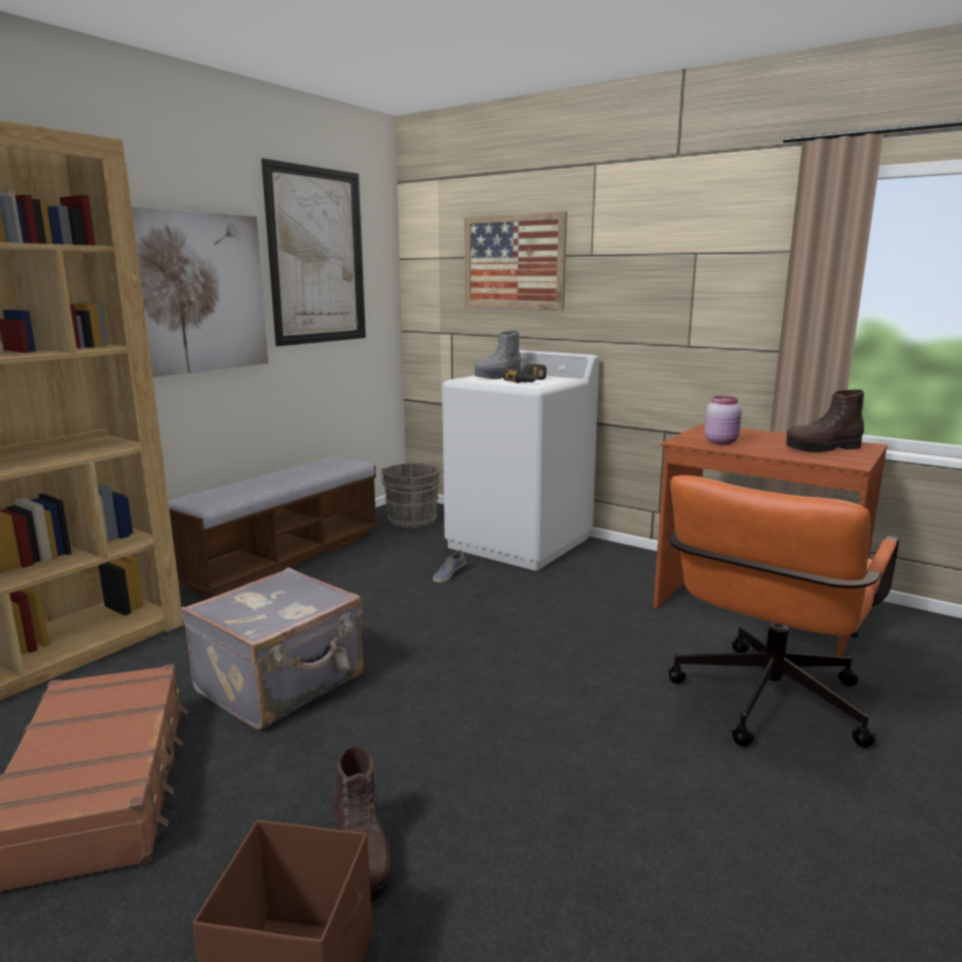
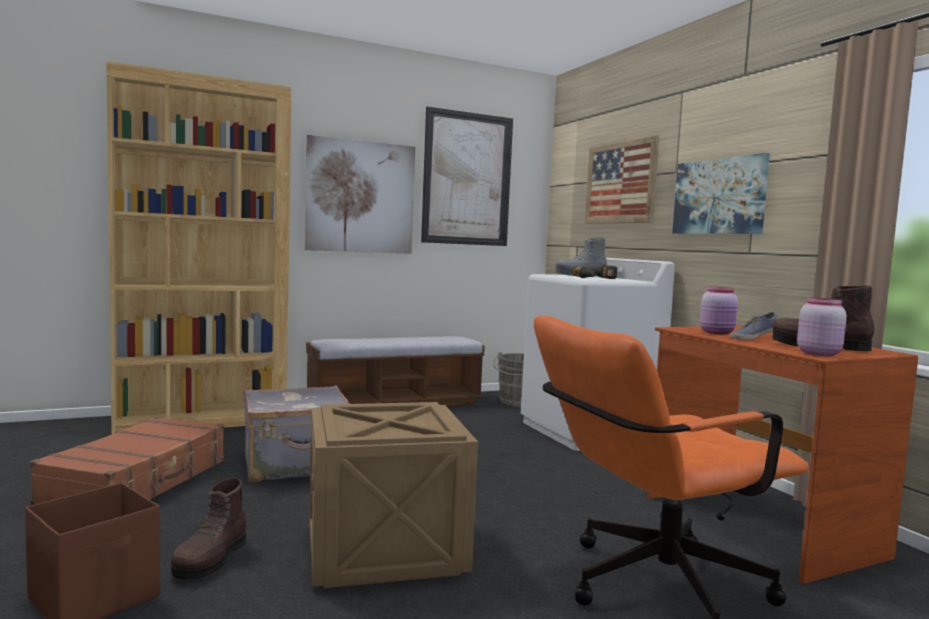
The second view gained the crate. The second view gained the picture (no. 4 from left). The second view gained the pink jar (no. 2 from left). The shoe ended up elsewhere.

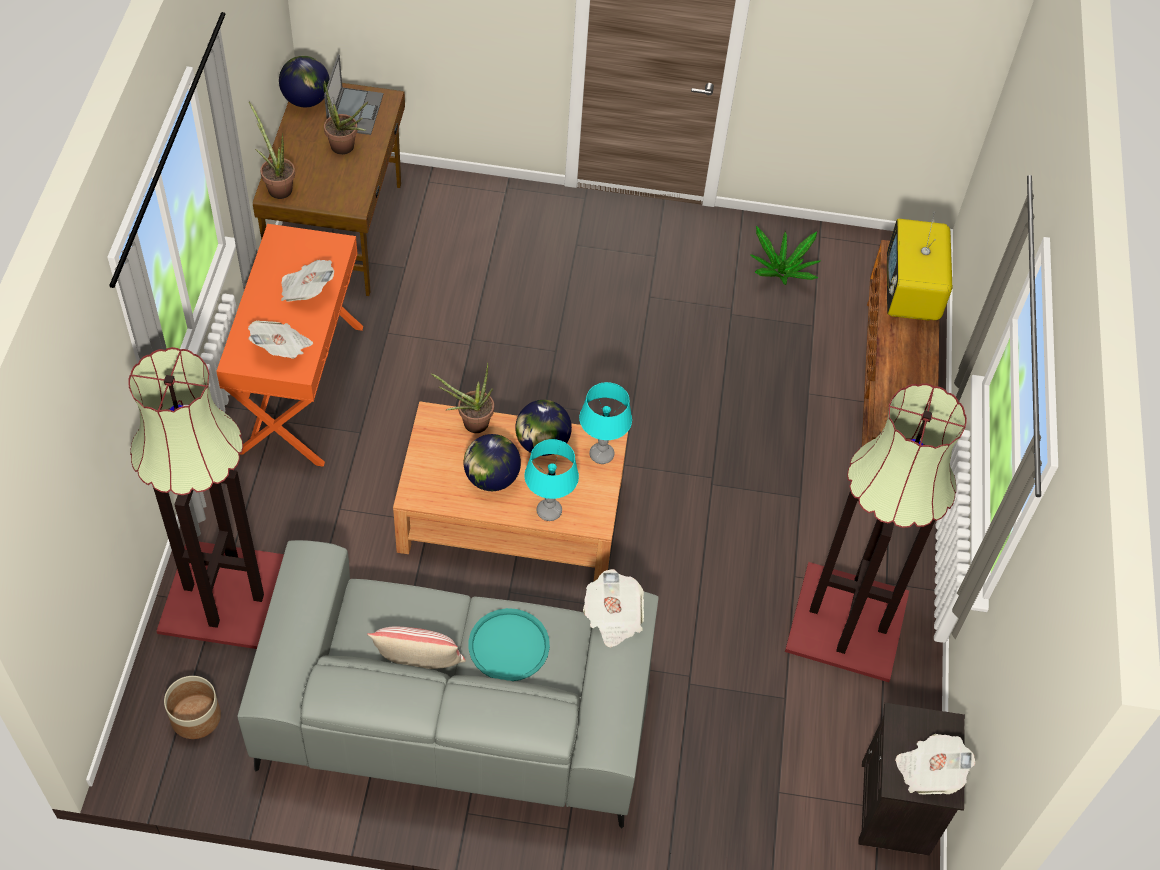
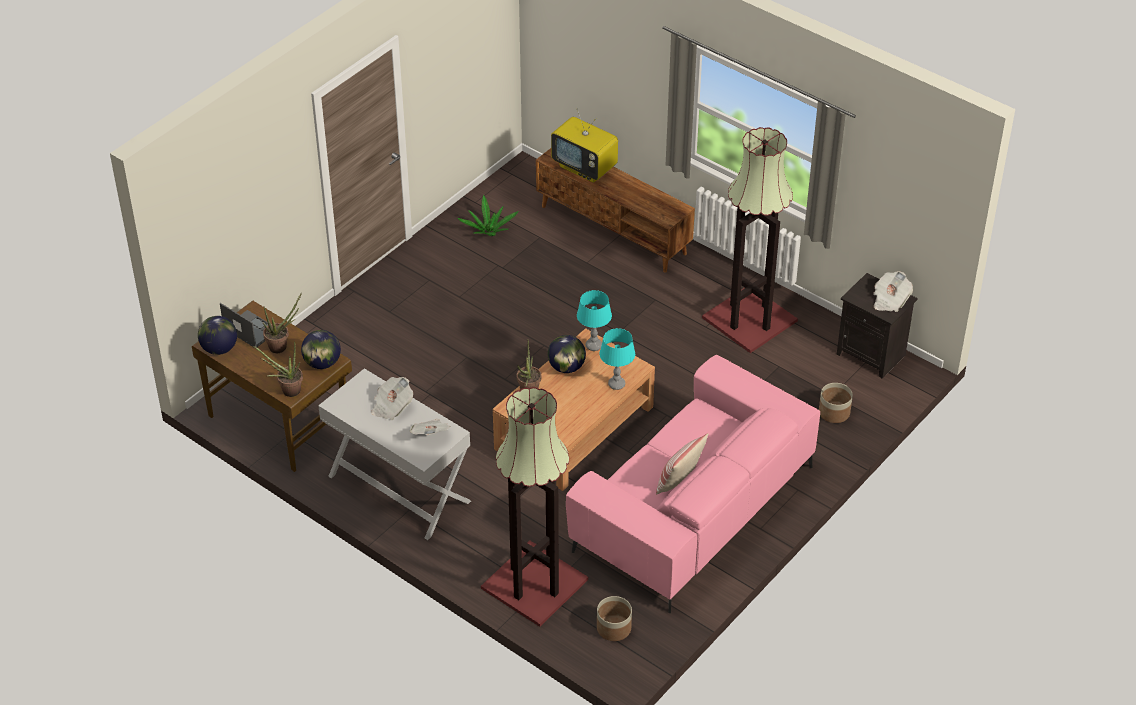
The second view lost the turquoise tray. The second view lost the newspaper (no. 3 from left). The second view gained the planter (no. 2 from left). The globe (no. 2 from left) ended up elsewhere. What was the orange console table turned into the white console table. What was the grey sofa turned into the pink sofa.

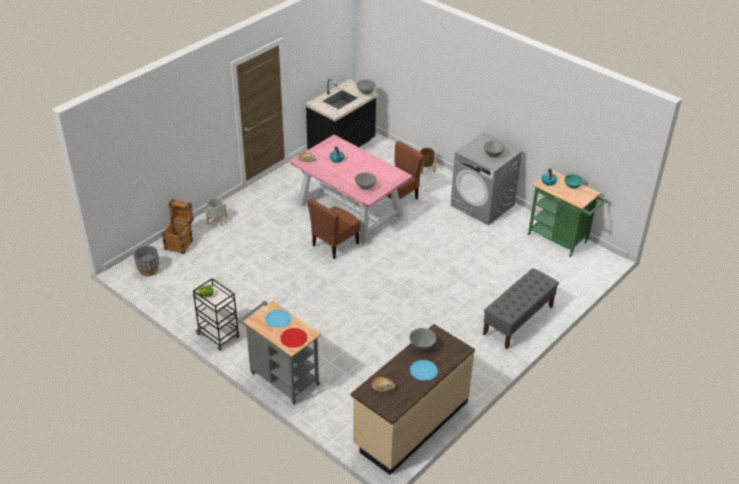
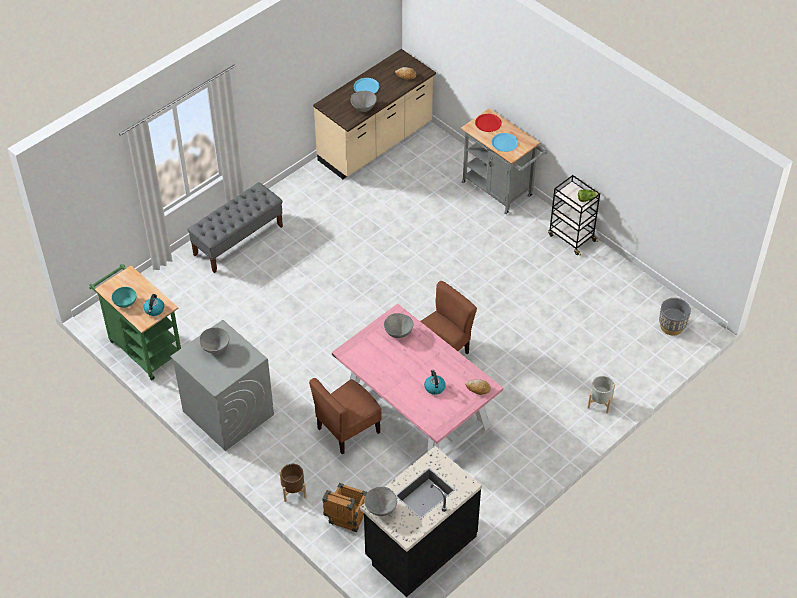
The crate ended up elsewhere.

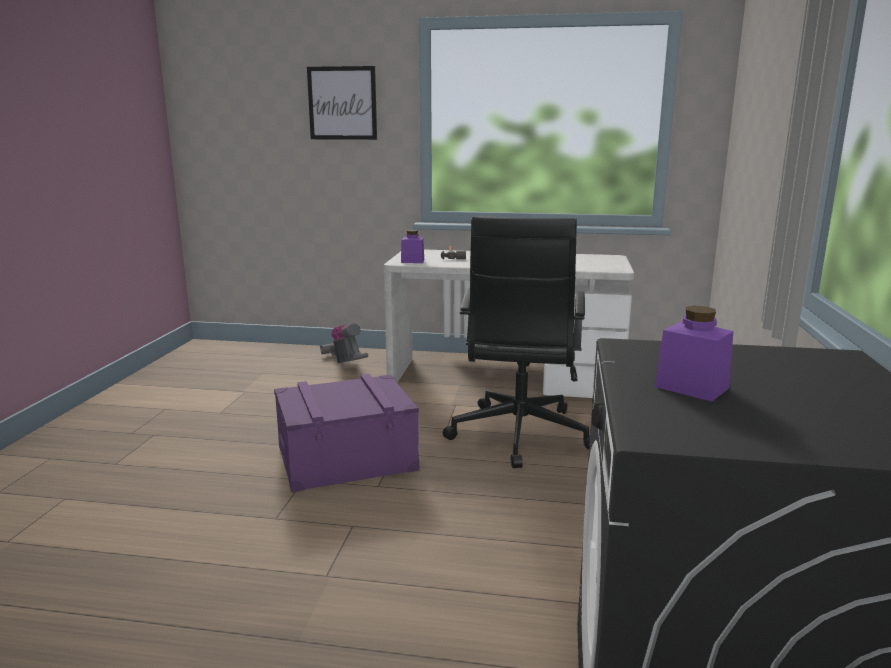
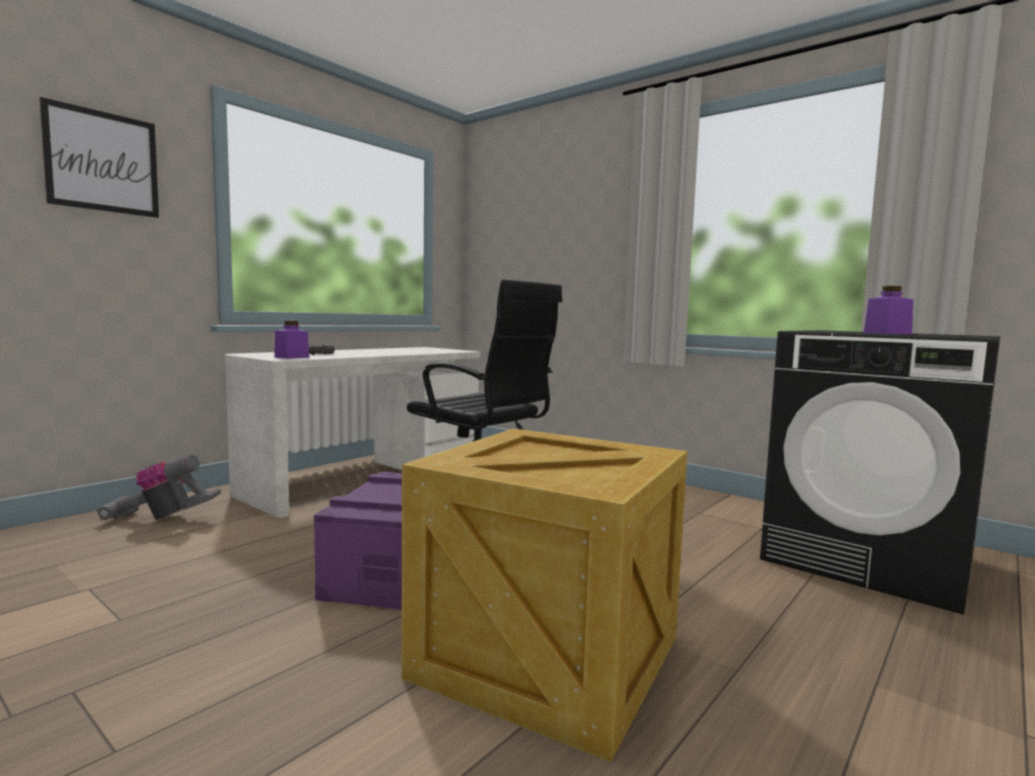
The second view gained the crate.

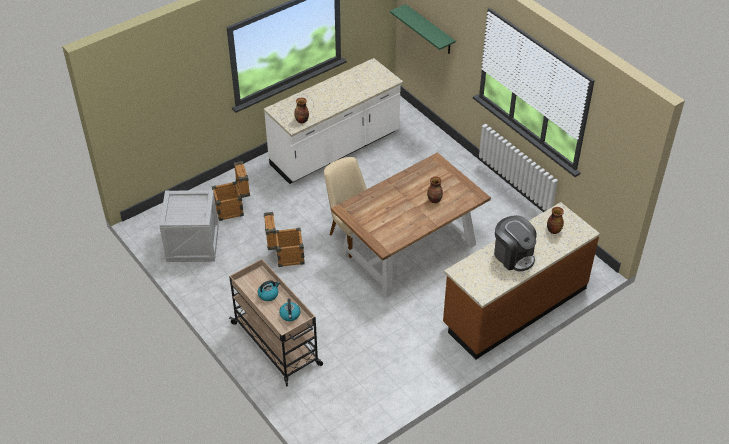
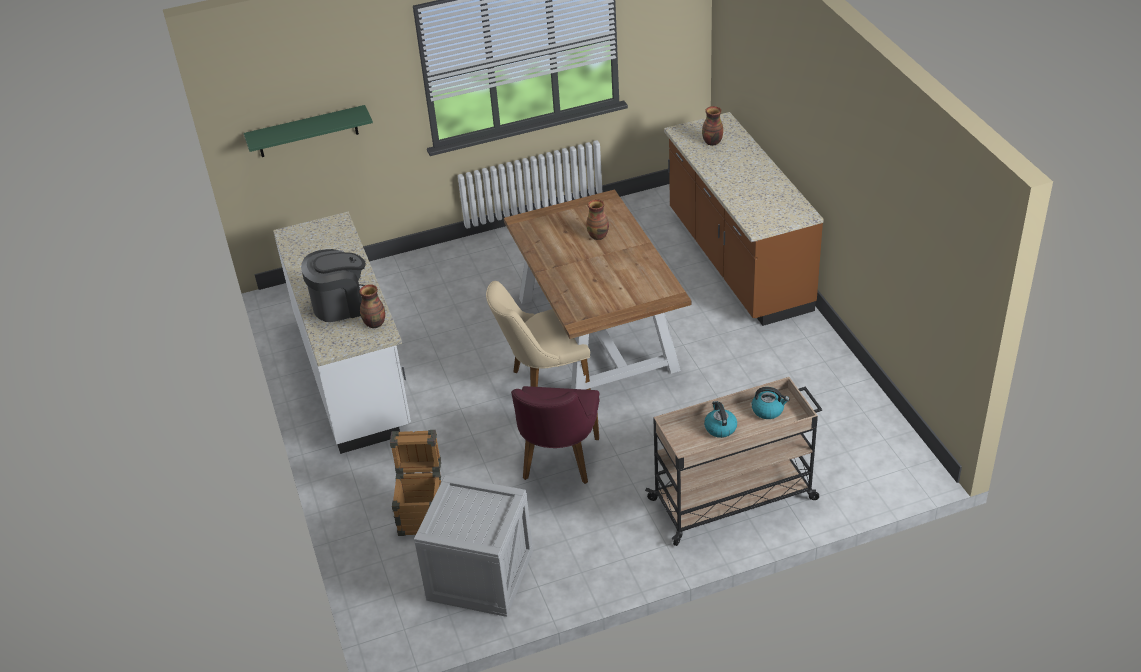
The coffee machine ended up elsewhere. Where the crate (no. 3 from left) stood, the purple chair came to stand.

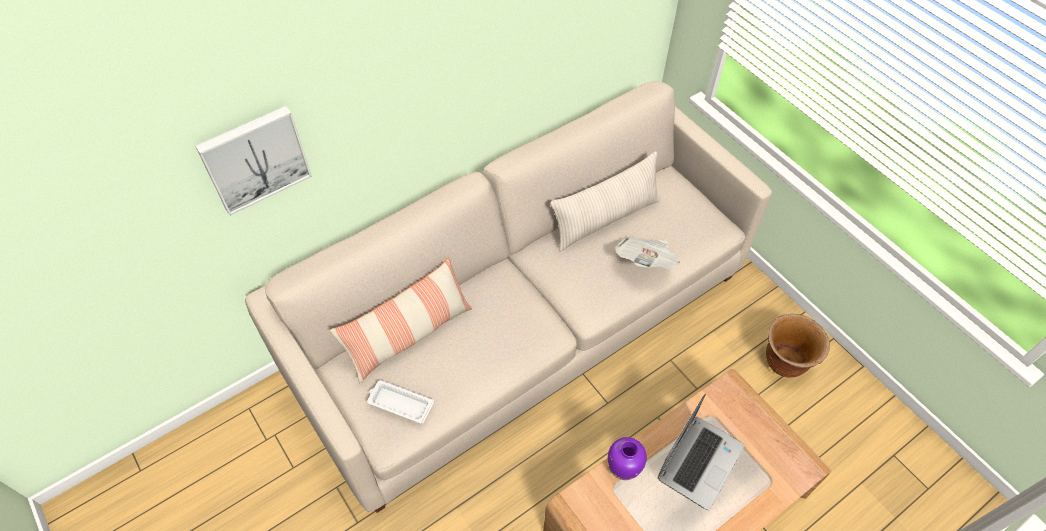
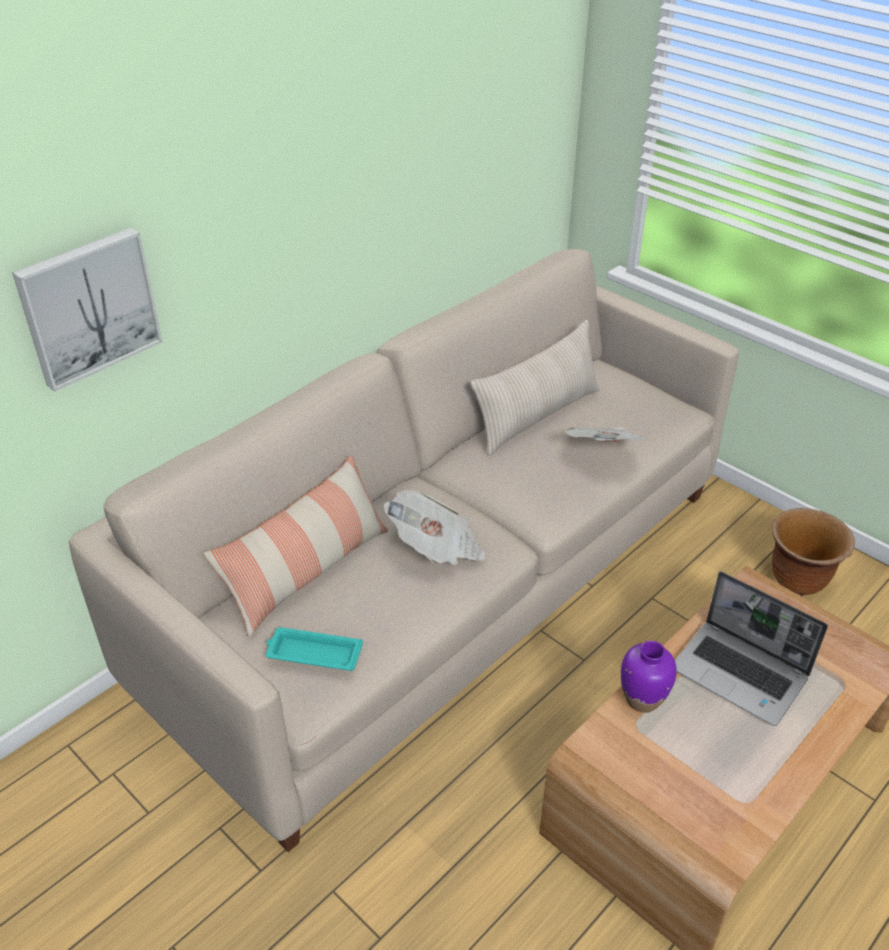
The second view gained the newspaper (no. 1 from left). What was the white tray turned into the turquoise tray. The laptop ended up facing another way, 105 degrees clockwise from before.

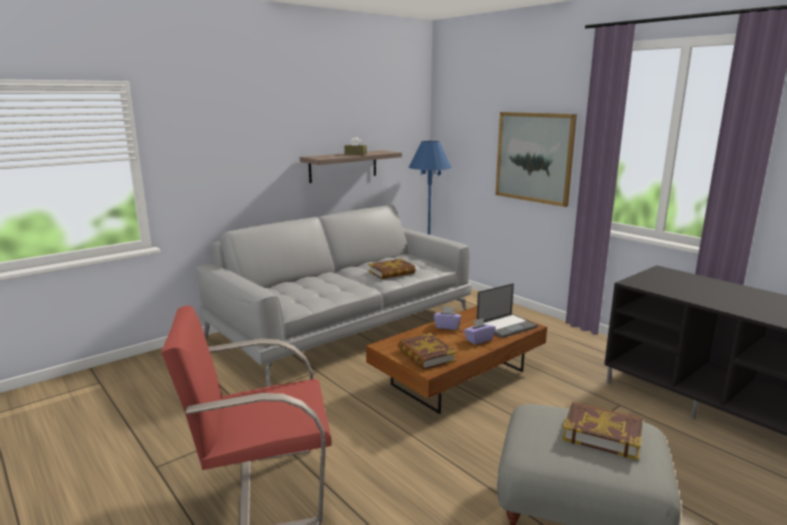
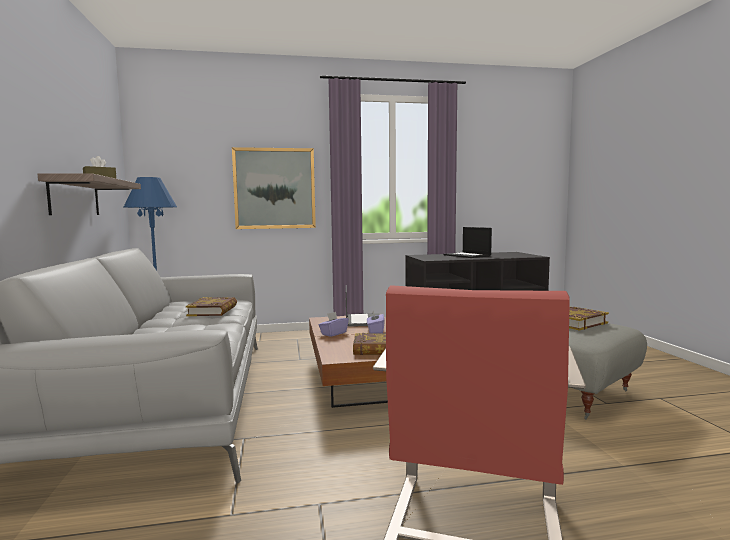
The second view gained the laptop (no. 2 from left).

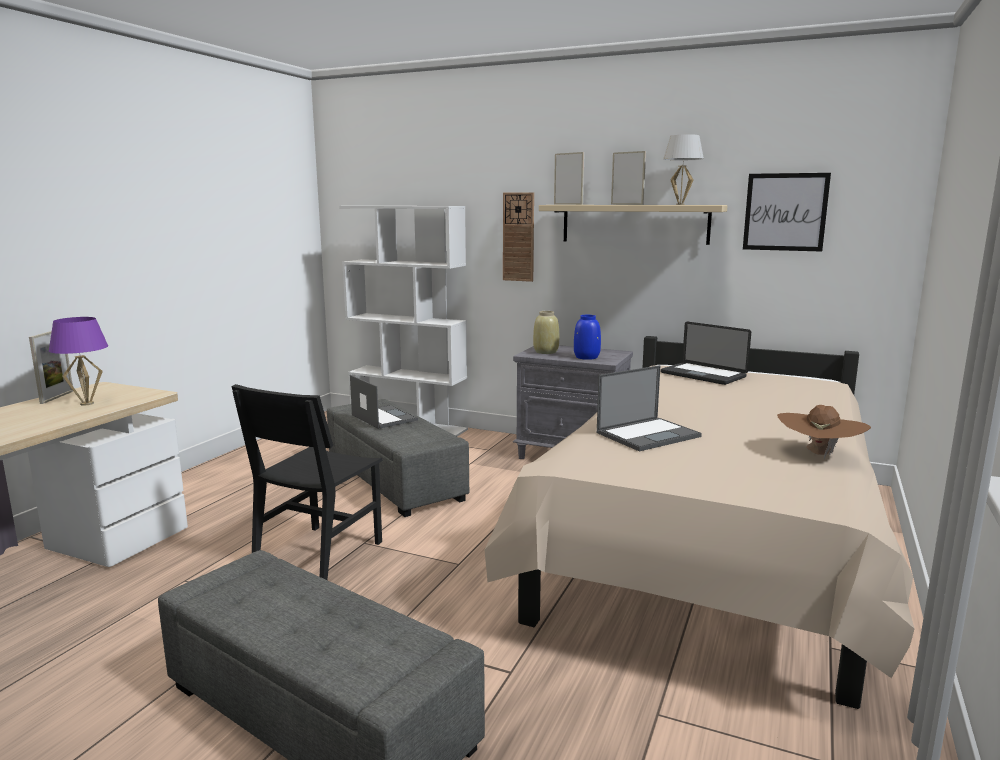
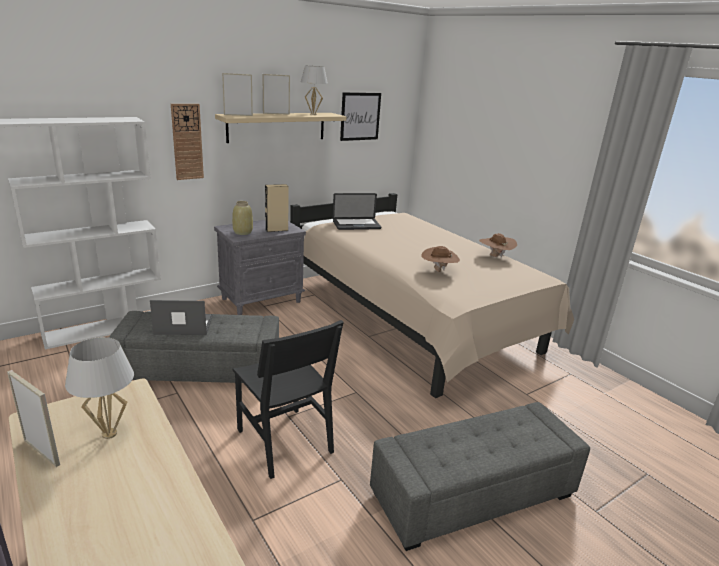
Where the blue vase stood, the beige speaker came to stand. Where the laptop (no. 2 from left) stood, the brown hat (no. 1 from left) came to stand. What was the purple table lamp turned into the white table lamp (no. 1 from left).

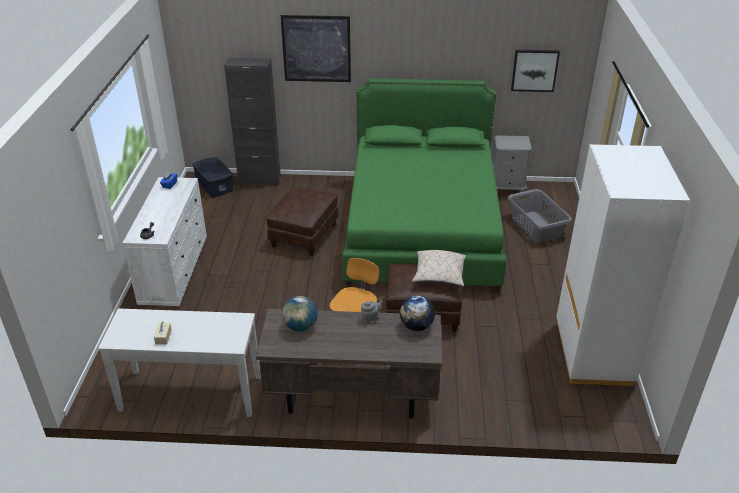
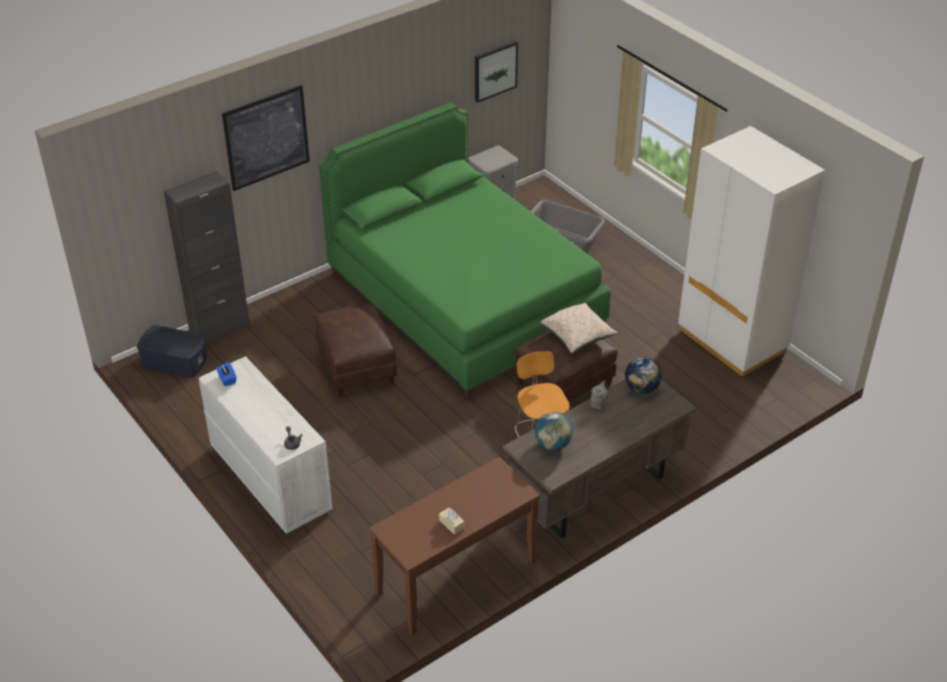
What was the white console table turned into the brown console table.

